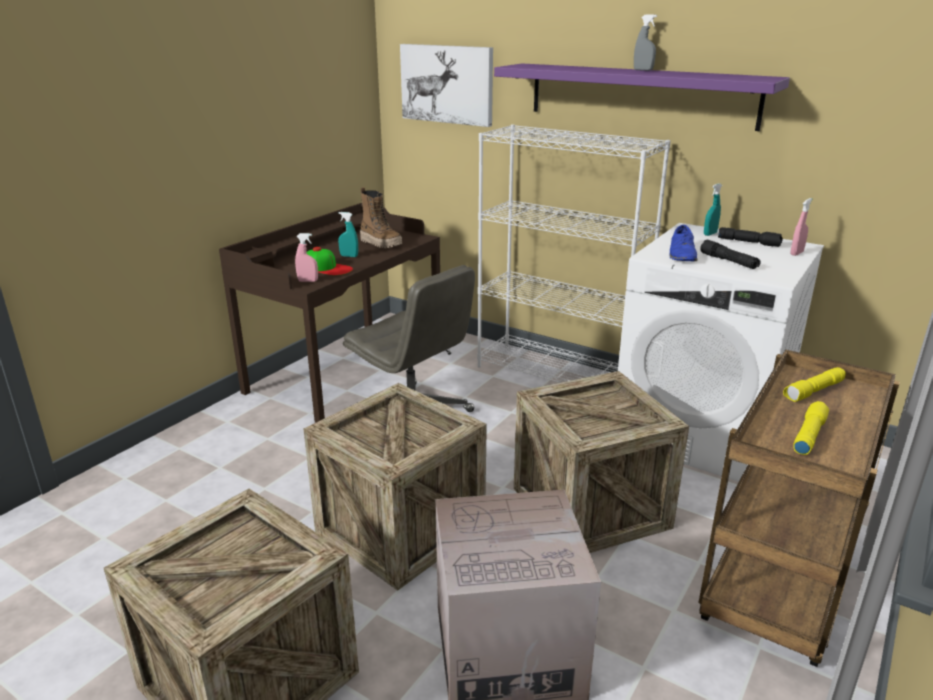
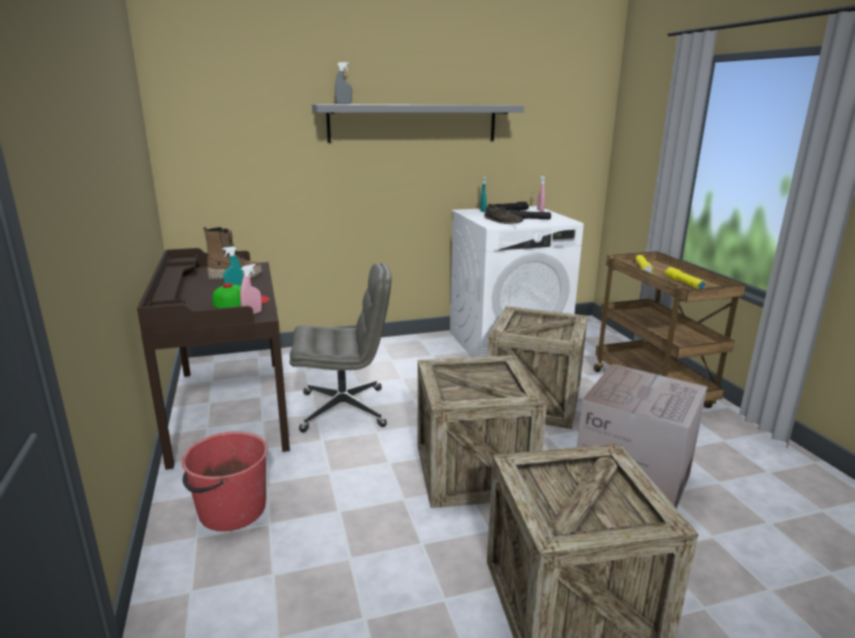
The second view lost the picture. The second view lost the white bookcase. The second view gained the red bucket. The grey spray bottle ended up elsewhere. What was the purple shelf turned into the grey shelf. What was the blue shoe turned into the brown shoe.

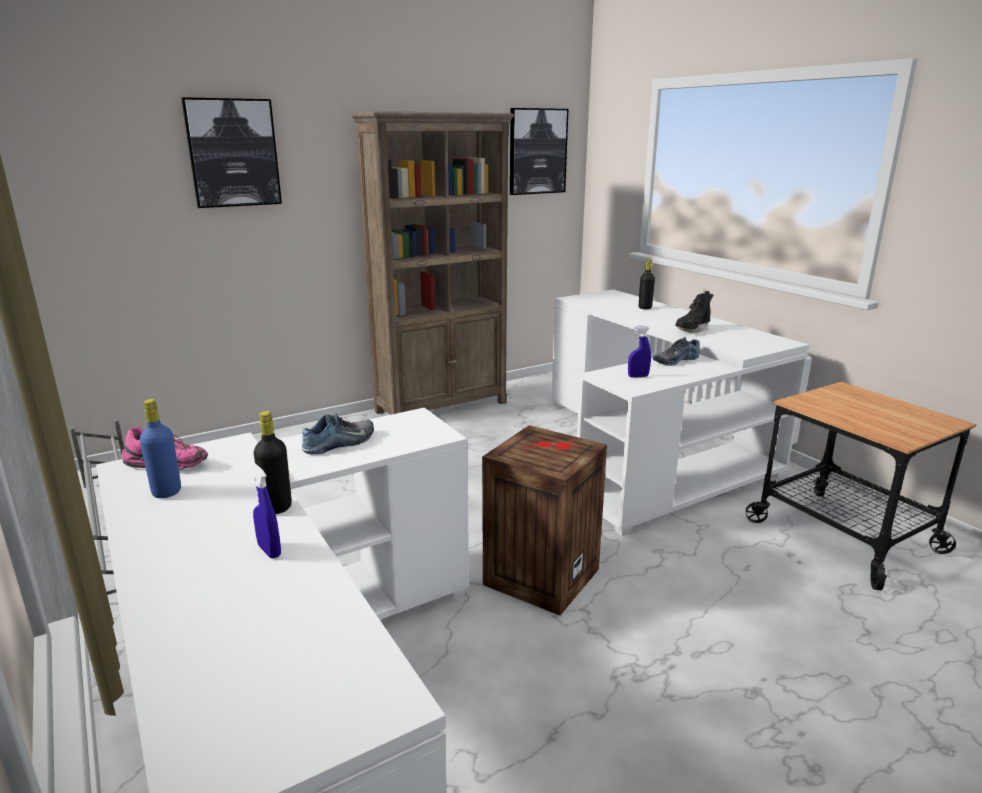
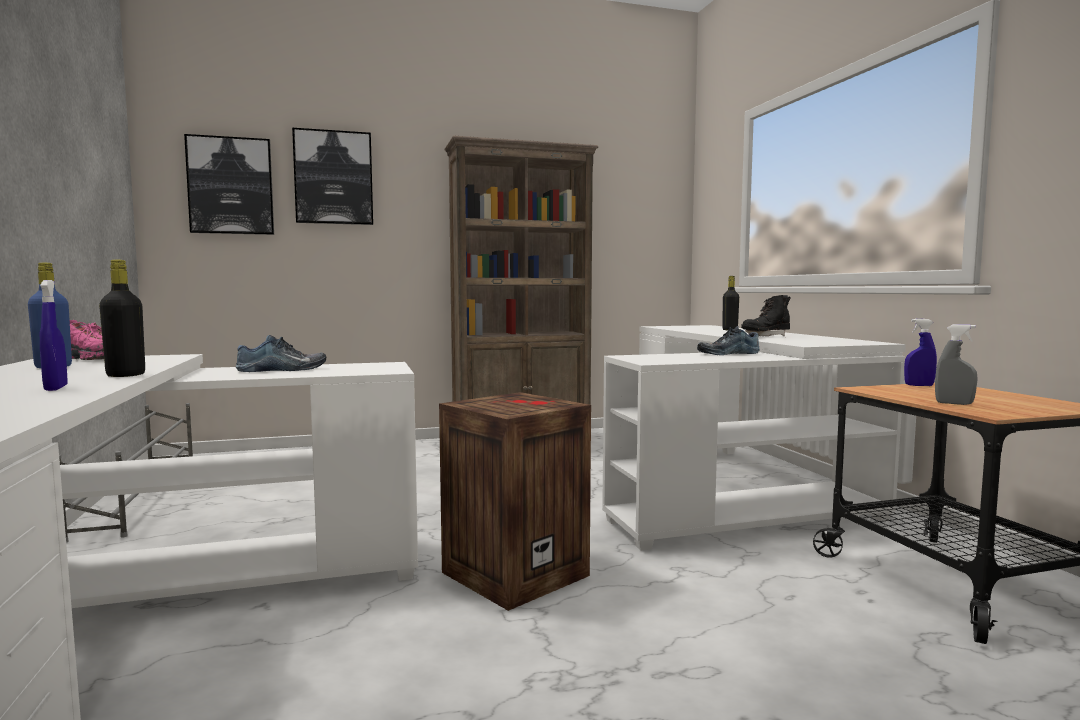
The second view gained the grey spray bottle. The picture (no. 2 from left in the first image) ended up elsewhere. The blue spray bottle (no. 2 from left) ended up elsewhere.

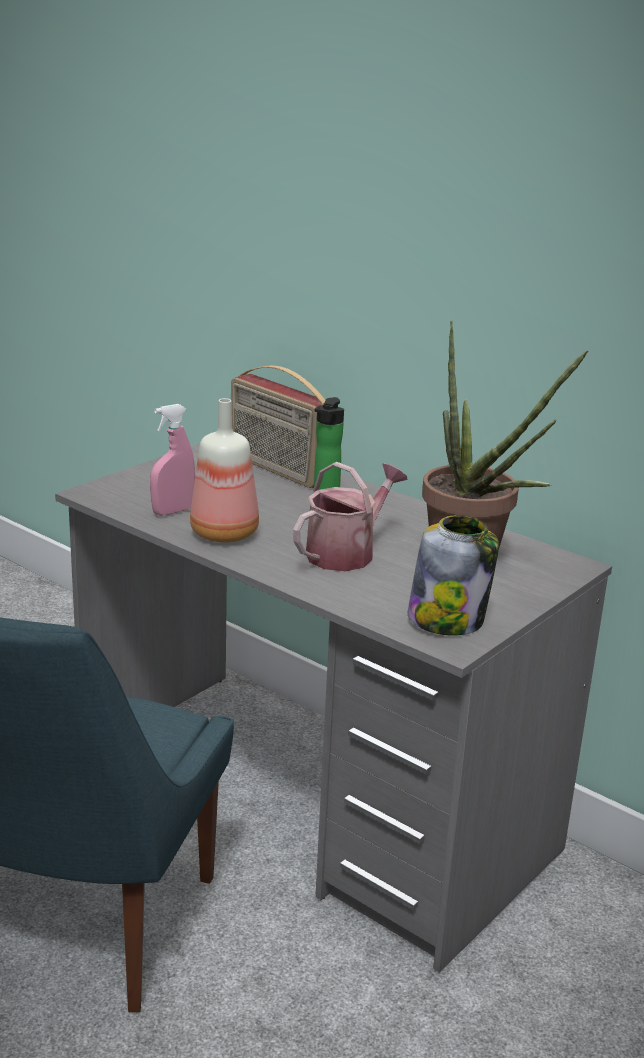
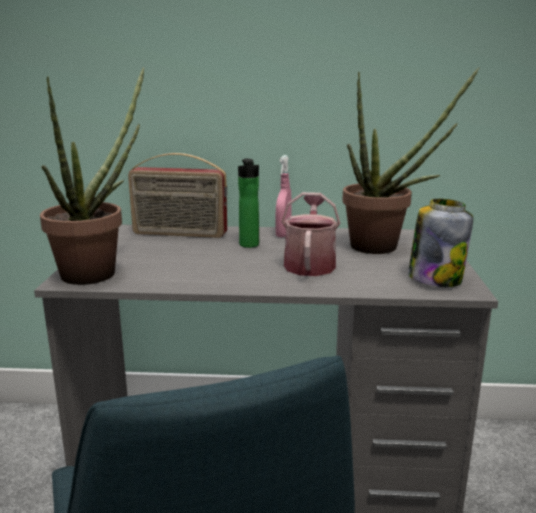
The second view lost the bottle (no. 1 from left). The second view gained the potted plant (no. 1 from left). The pink spray bottle ended up elsewhere.

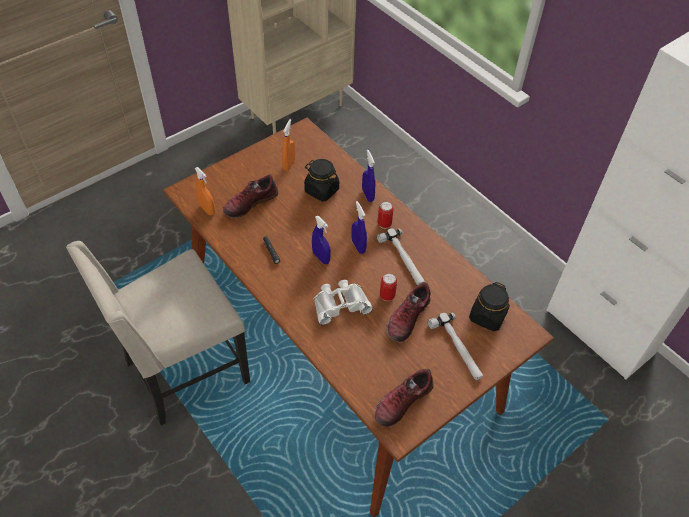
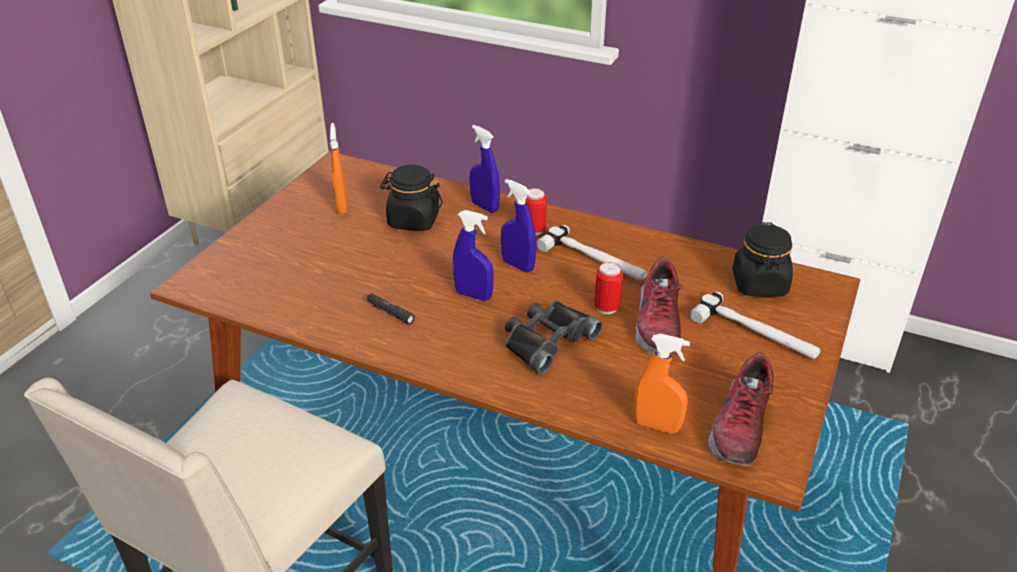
The second view lost the shoe (no. 1 from left). The orange spray bottle (no. 1 from left in the first image) ended up elsewhere. What was the white binoculars turned into the black binoculars.

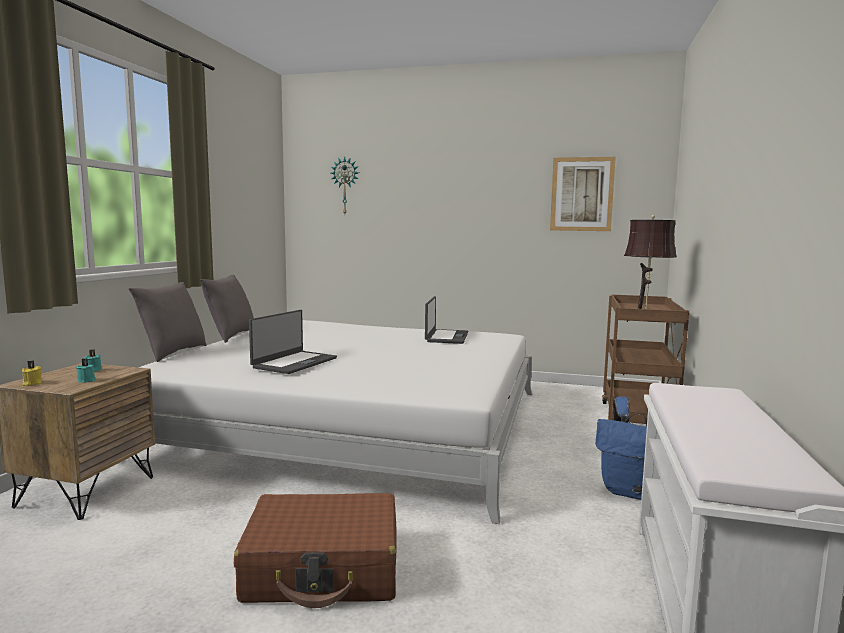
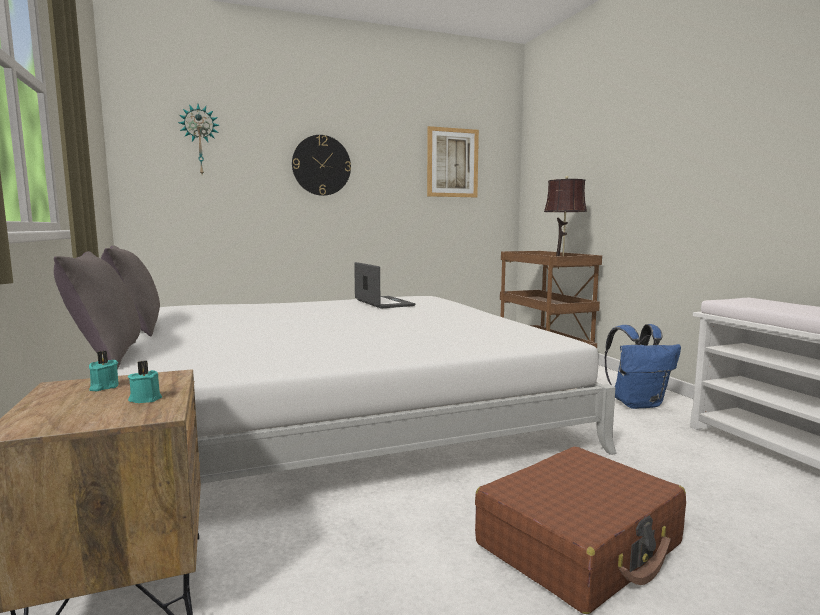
The second view lost the yellow candle. The second view lost the laptop (no. 1 from left). The second view gained the wall clock (no. 2 from left).

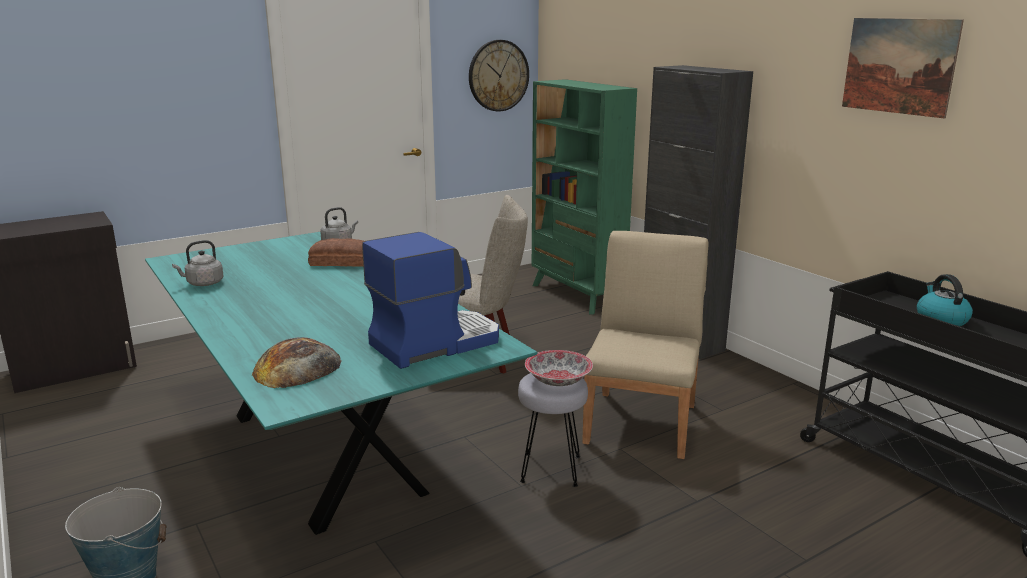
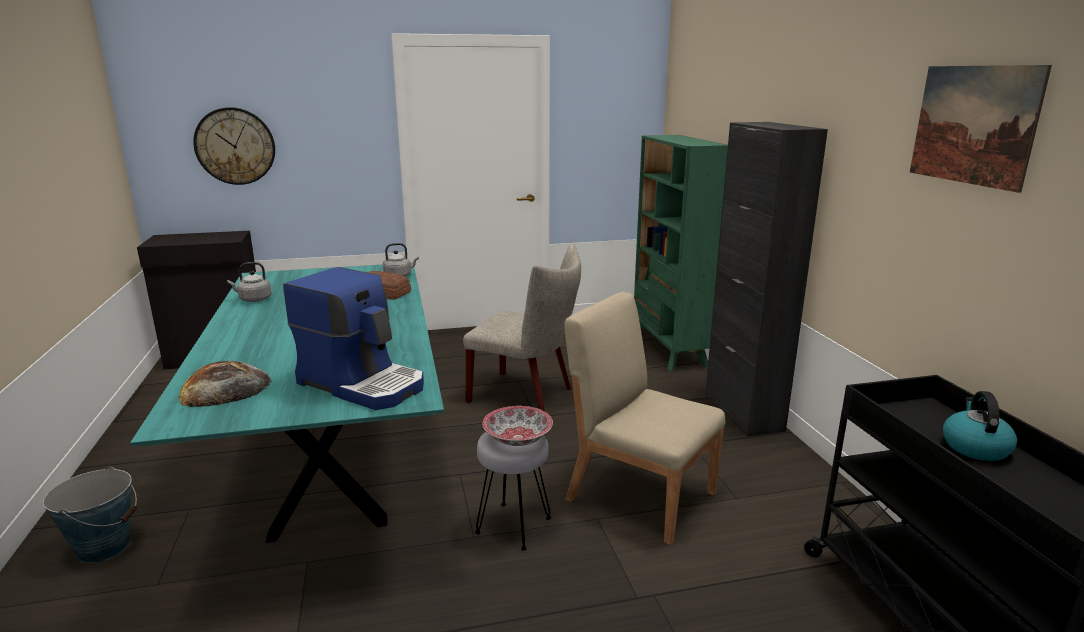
The wall clock ended up elsewhere. The coffee machine ended up facing another way, 45 degrees clockwise from before. The beige chair (no. 2 from left) ended up facing another way, 90 degrees counterclockwise from before.

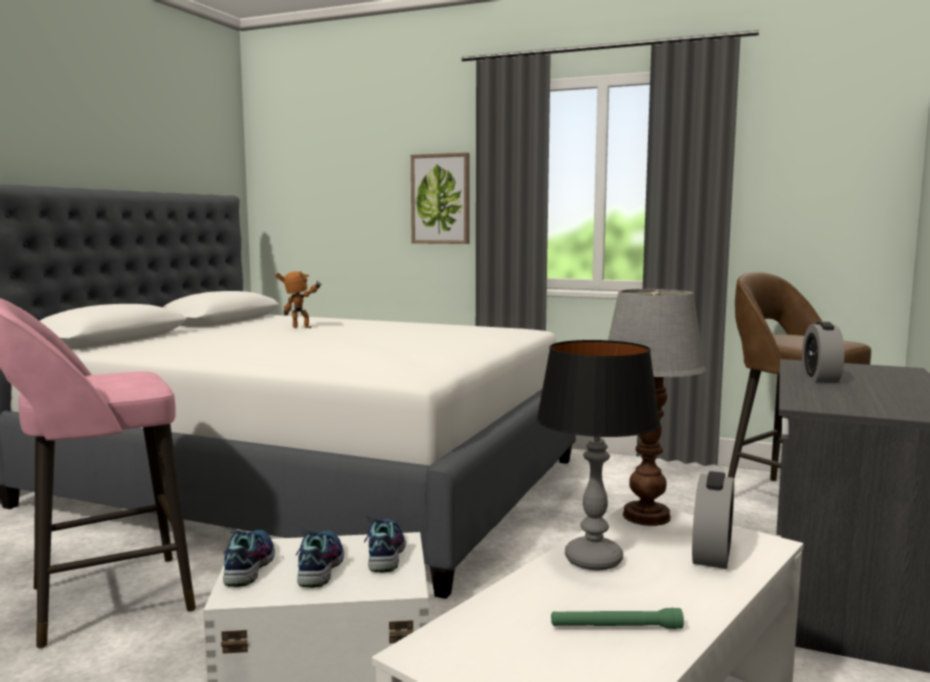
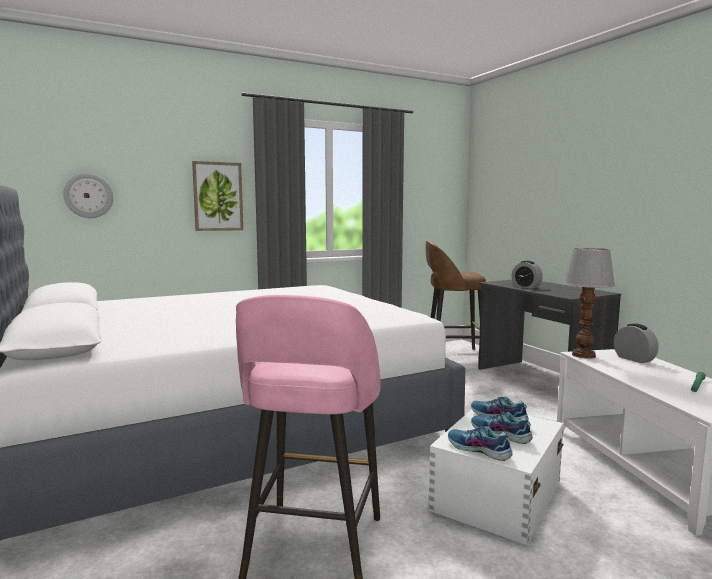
The second view lost the toy robot. The second view lost the table lamp (no. 1 from left). The second view gained the wall clock.

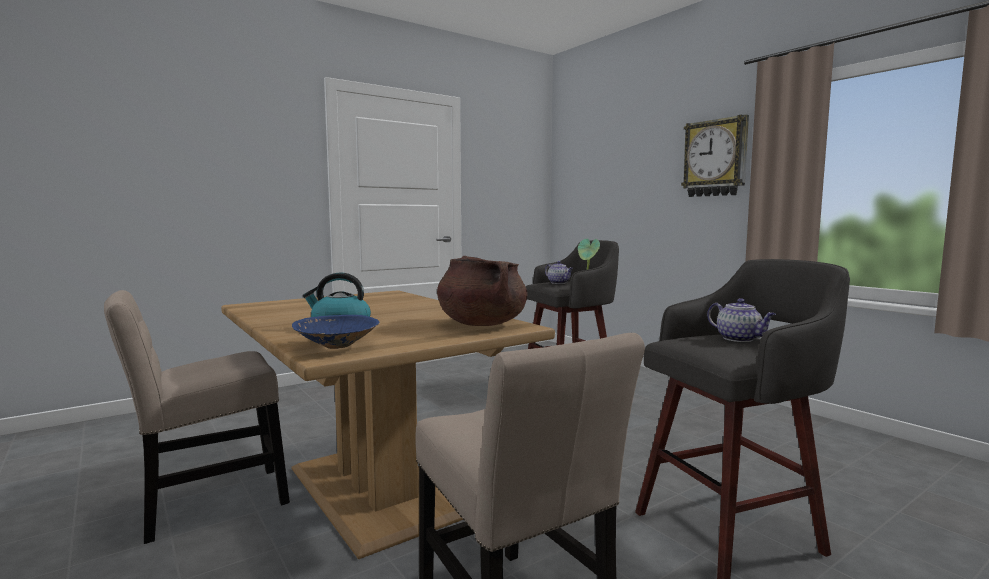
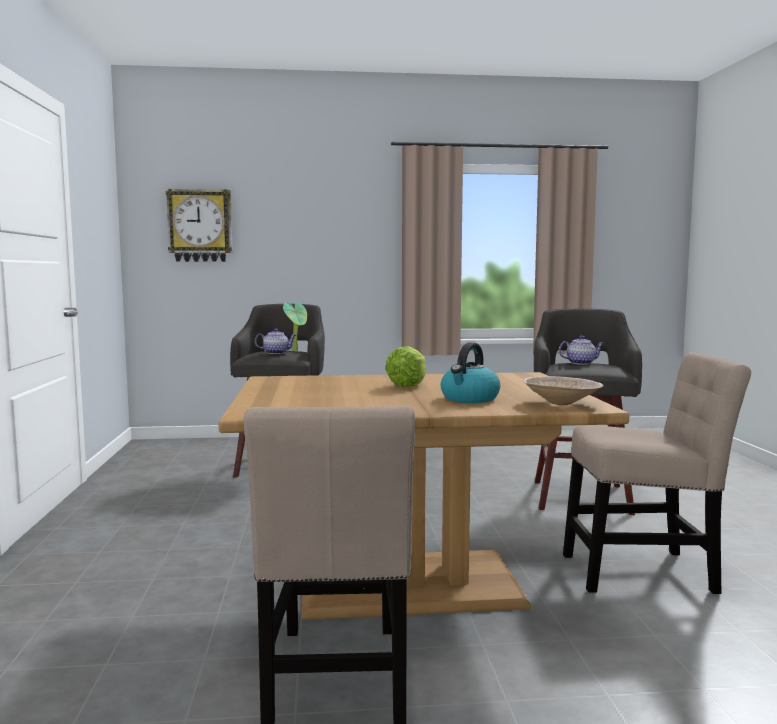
The second view lost the brown cooking pot. The second view gained the lettuce. The wall clock ended up elsewhere. What was the blue bowl turned into the beige bowl.

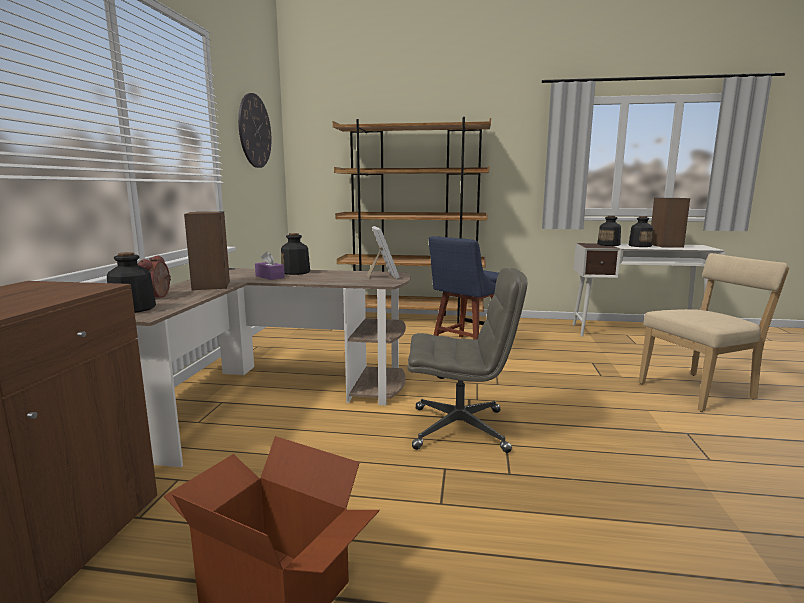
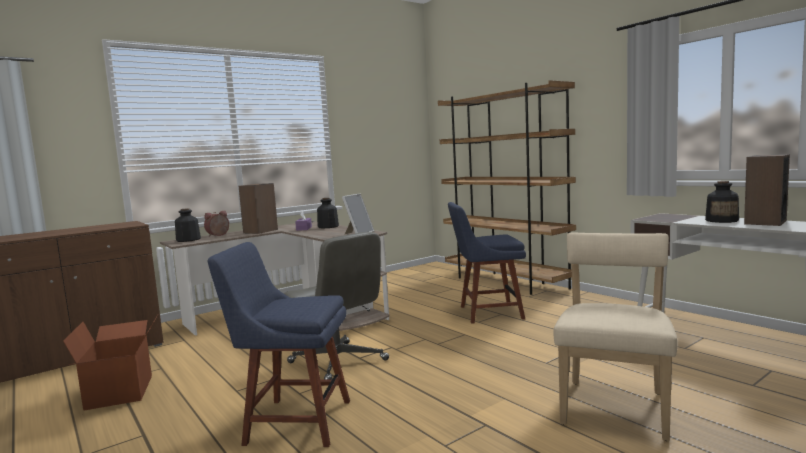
The second view lost the wall clock. The second view lost the bottle (no. 3 from left). The second view gained the blue chair (no. 1 from left). The beige chair ended up facing another way, 90 degrees counterclockwise from before.

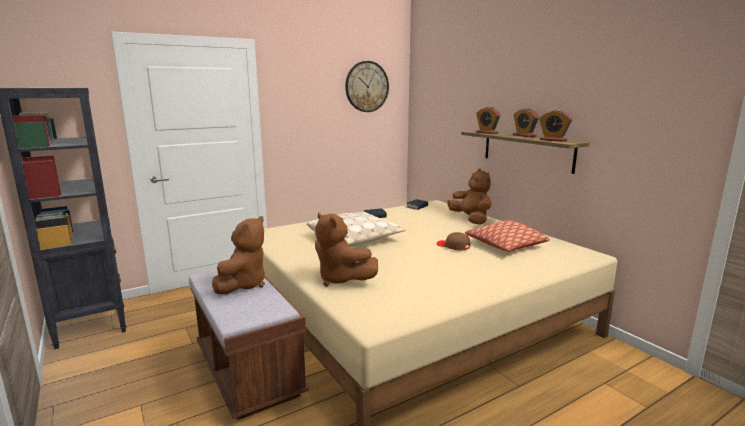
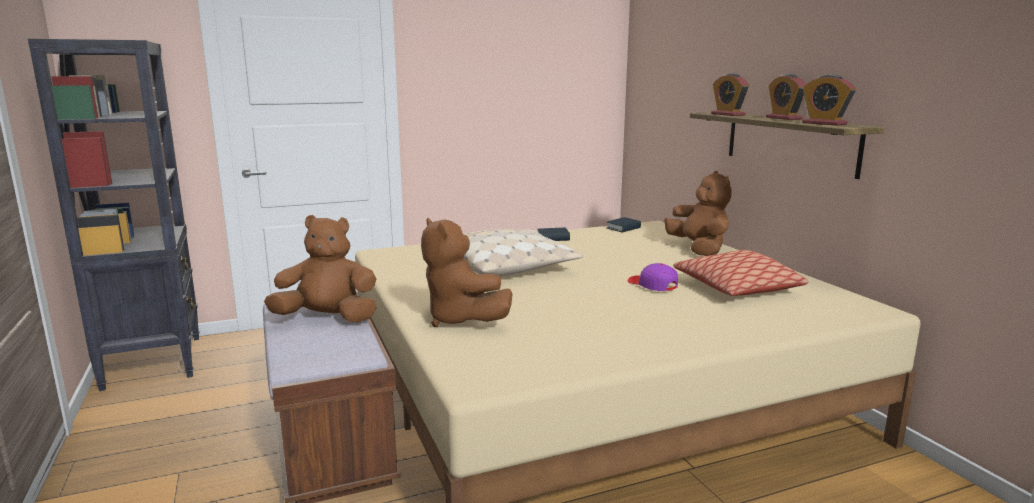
The second view lost the wall clock. What was the brown cap turned into the purple cap. The brown plush toy (no. 1 from left) ended up facing another way, 120 degrees counterclockwise from before.

